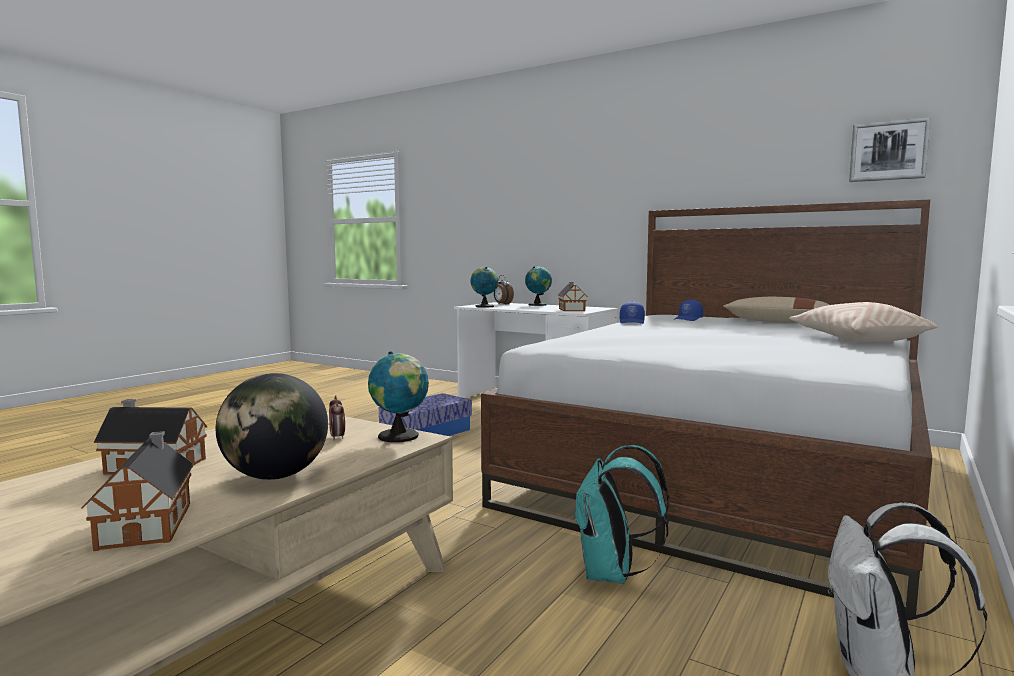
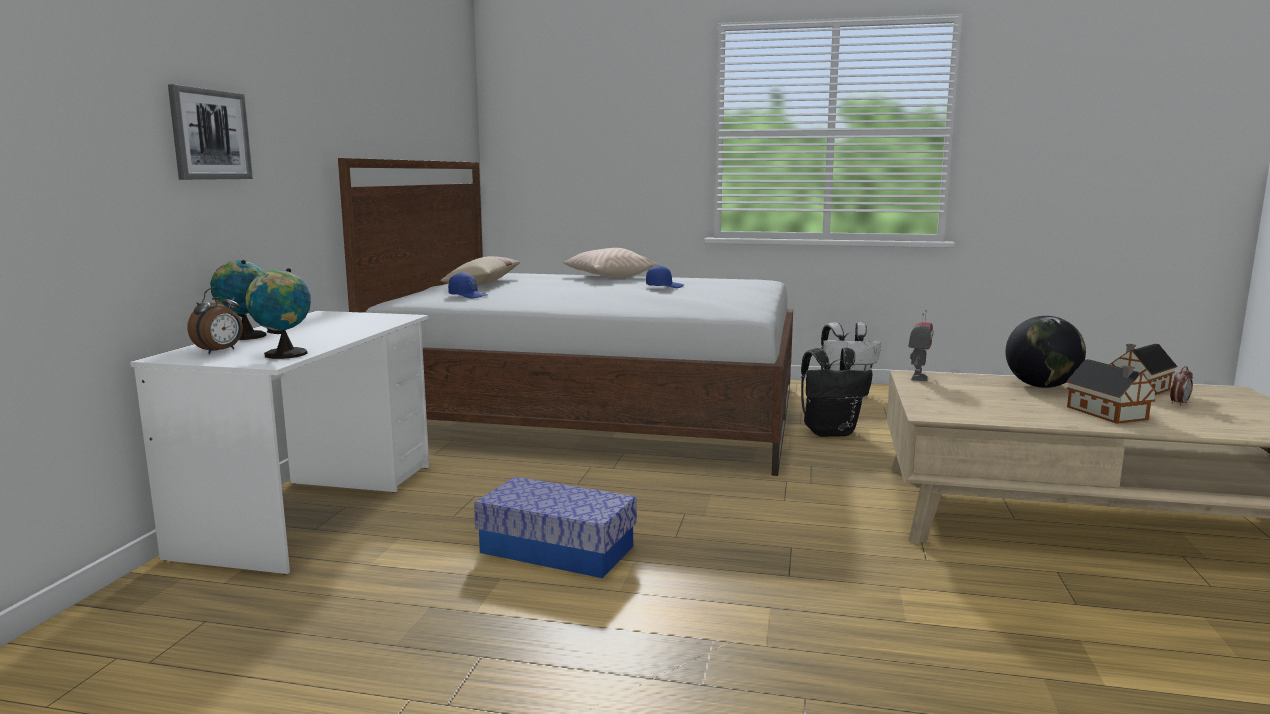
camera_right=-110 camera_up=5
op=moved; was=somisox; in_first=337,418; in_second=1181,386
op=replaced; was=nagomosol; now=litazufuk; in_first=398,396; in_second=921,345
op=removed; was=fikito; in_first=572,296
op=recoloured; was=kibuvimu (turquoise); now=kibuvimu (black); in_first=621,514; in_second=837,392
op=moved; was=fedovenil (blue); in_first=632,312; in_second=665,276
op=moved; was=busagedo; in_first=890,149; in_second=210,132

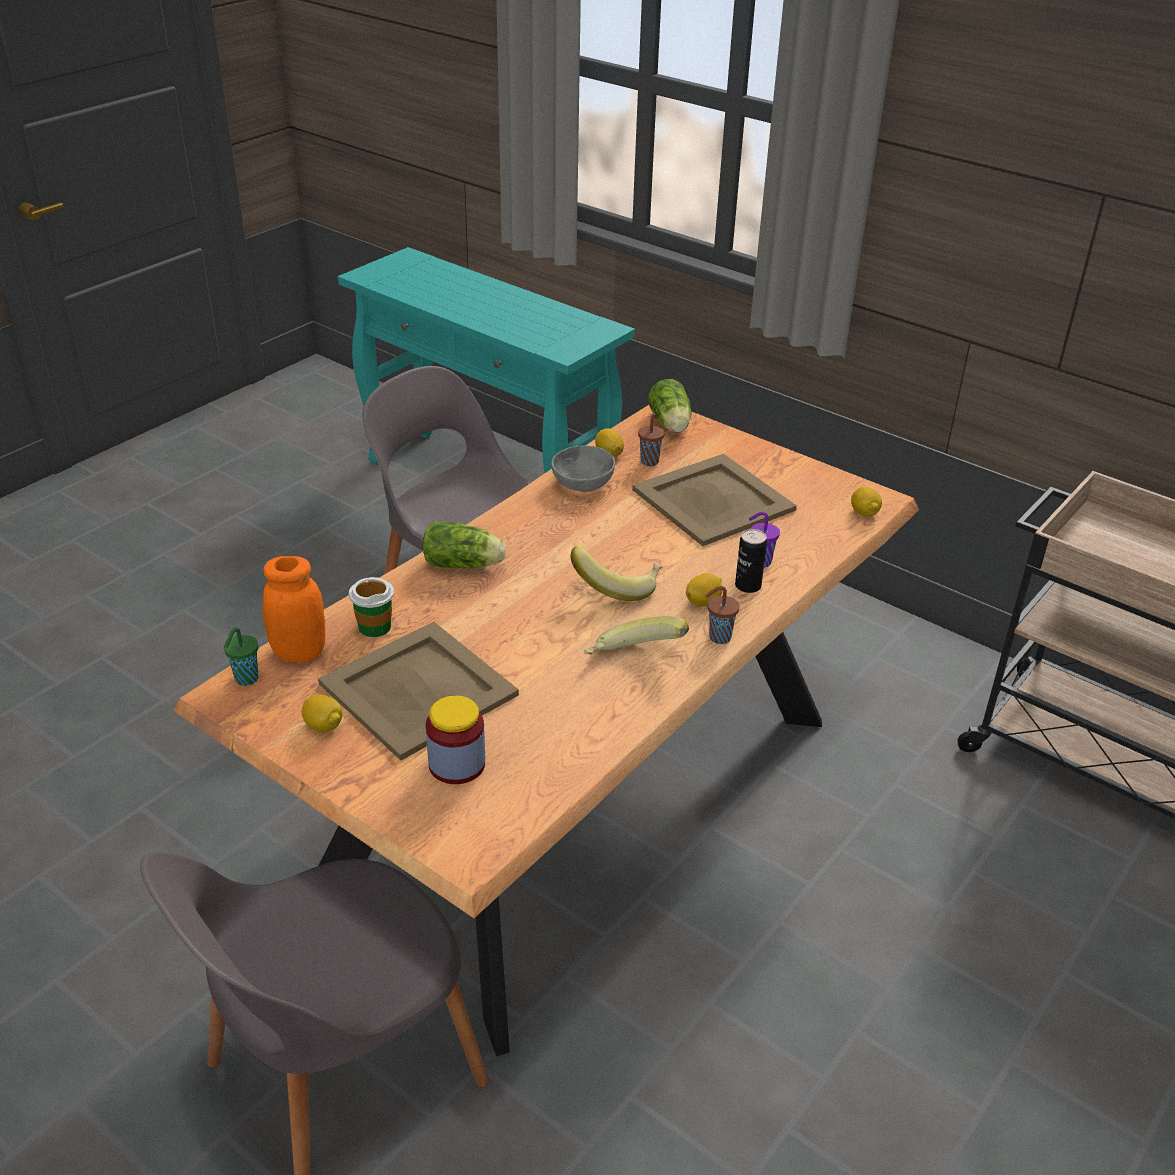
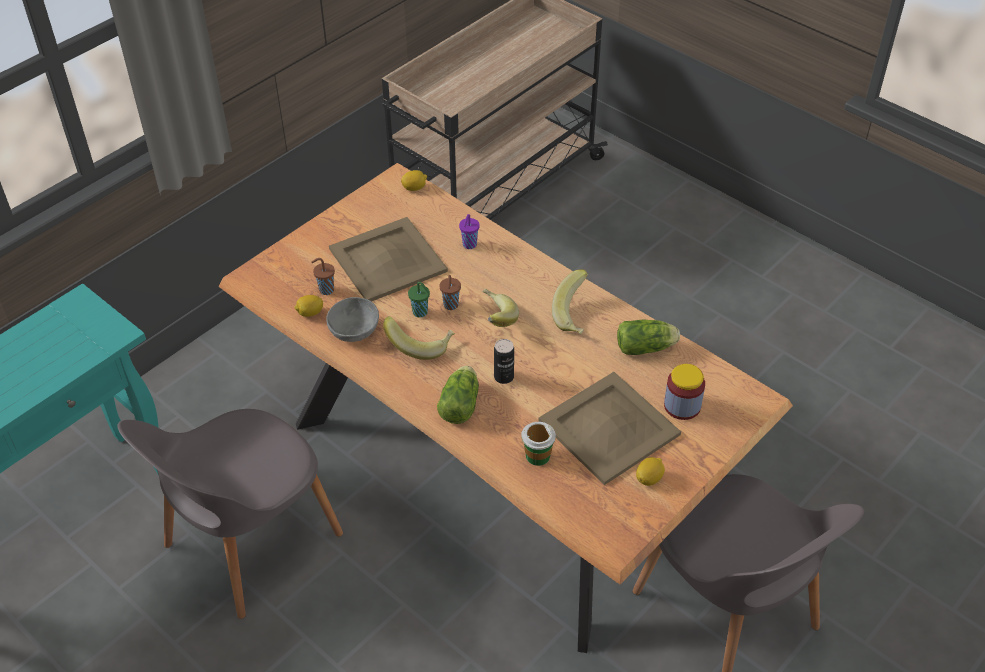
camera_right=-85 camera_up=10
op=moved; was=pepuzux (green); in_first=241,656; in_second=419,300
op=removed; was=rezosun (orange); in_first=294,609
op=moved; was=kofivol; in_first=670,406; in_second=648,337
op=removed; was=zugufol; in_first=704,590
op=moved; was=pepuzux (brown); in_first=722,615; in_second=450,292
op=moved; was=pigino; in_first=751,561; in_second=504,361
op=added; now=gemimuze; in_second=419,338

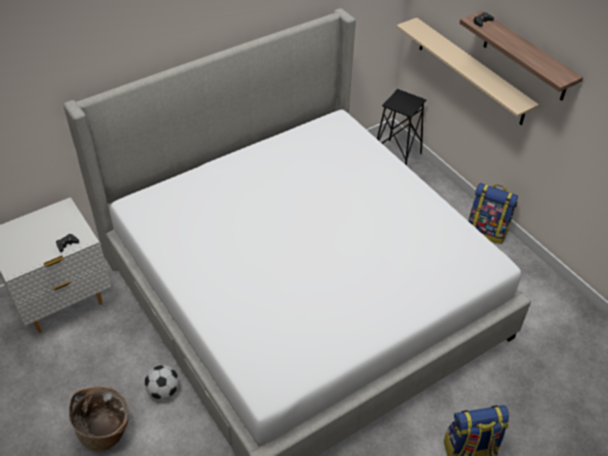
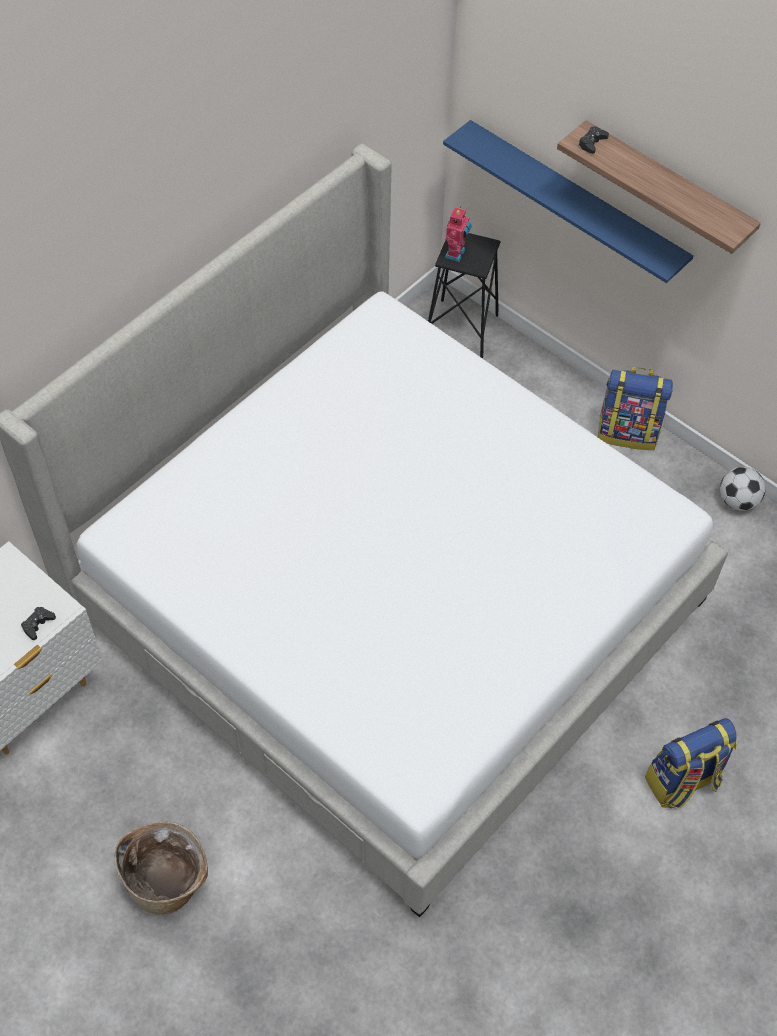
camera_right=-15 camera_up=10
op=moved; was=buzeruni; in_first=162,382; in_second=743,489
op=recoloured; was=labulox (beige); now=labulox (blue); in_first=467,71; in_second=568,201
op=added; now=litazufuk; in_second=457,234

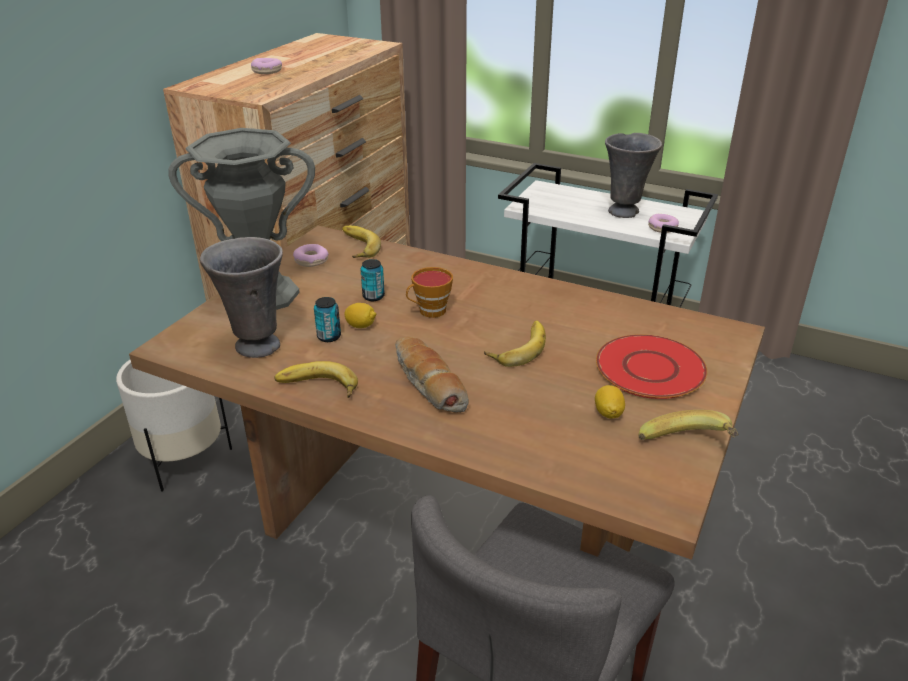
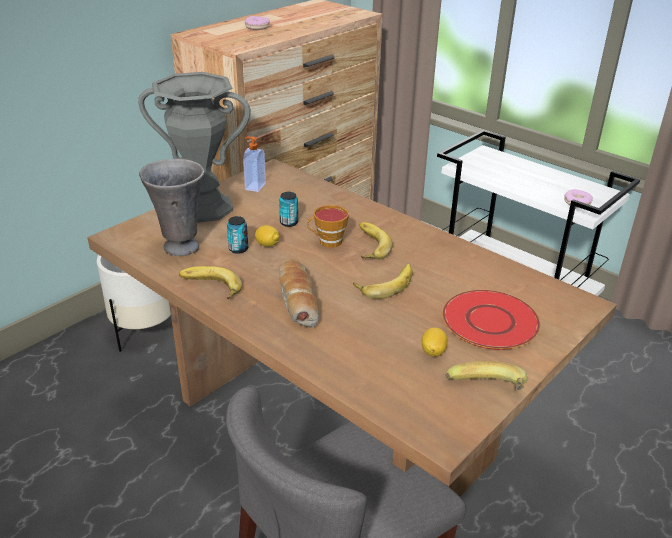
camera_right=15 camera_up=0
op=replaced; was=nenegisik; now=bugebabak; in_first=311,255; in_second=254,164
op=moved; was=gemimuze; in_first=361,242; in_second=376,241
op=removed; was=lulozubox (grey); in_first=633,175

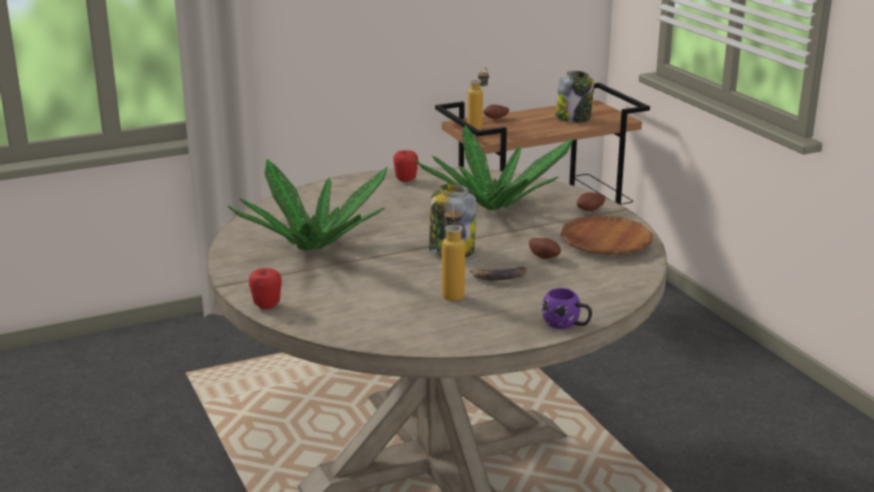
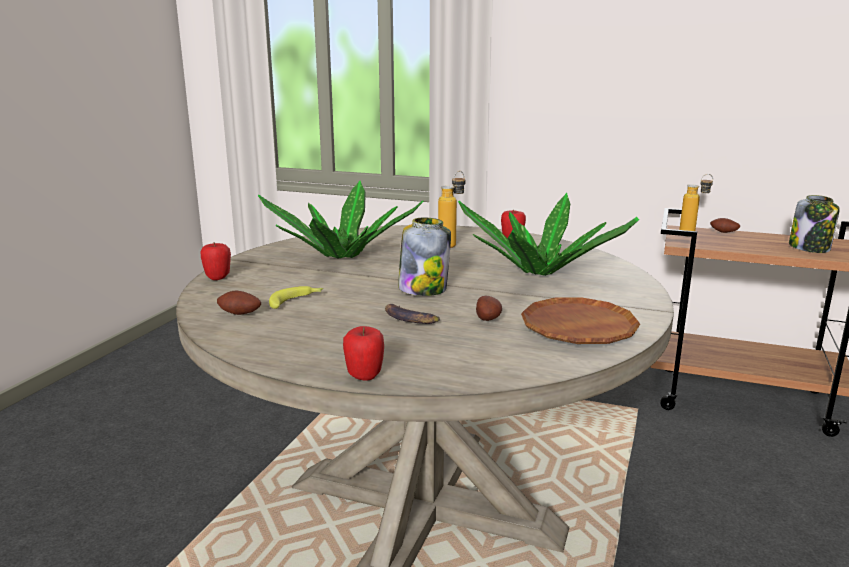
camera_right=45 camera_up=-5
op=moved; was=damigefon; in_first=453,252; in_second=452,209
op=replaced; was=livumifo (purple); now=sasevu; in_first=567,308; in_second=363,353
op=moved; was=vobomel; in_first=591,201; in_second=239,302
op=added; now=gemimuze; in_second=296,297

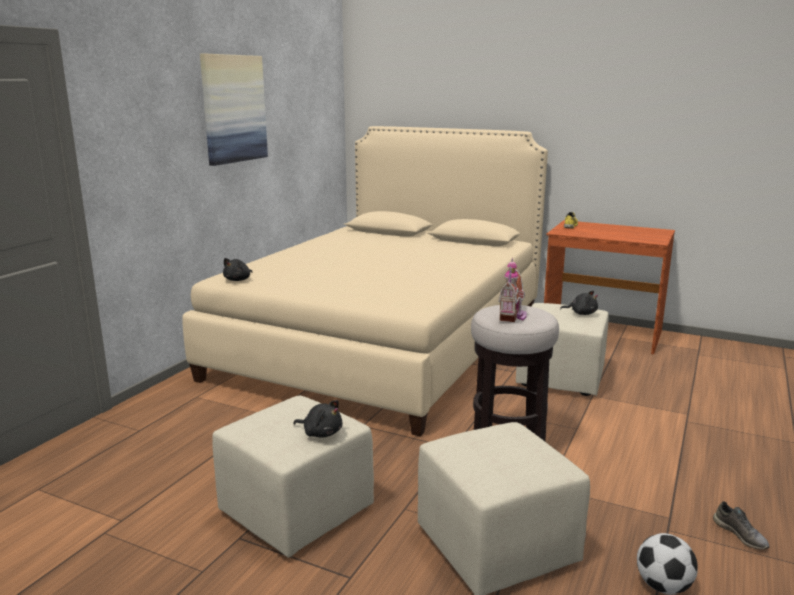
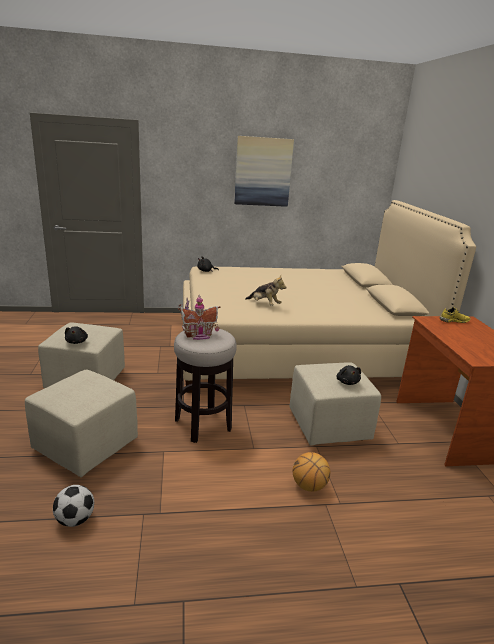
camera_right=55 camera_up=5
op=removed; was=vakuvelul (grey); in_first=741,525
op=added; now=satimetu; in_second=266,291
op=added; now=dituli; in_second=311,472

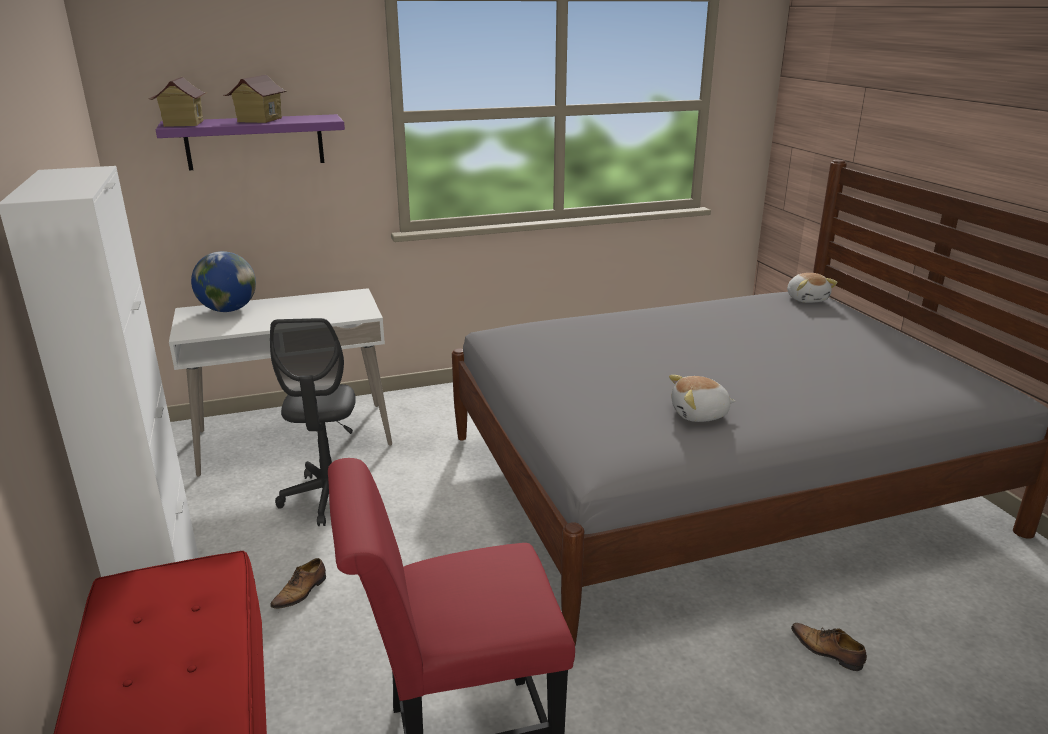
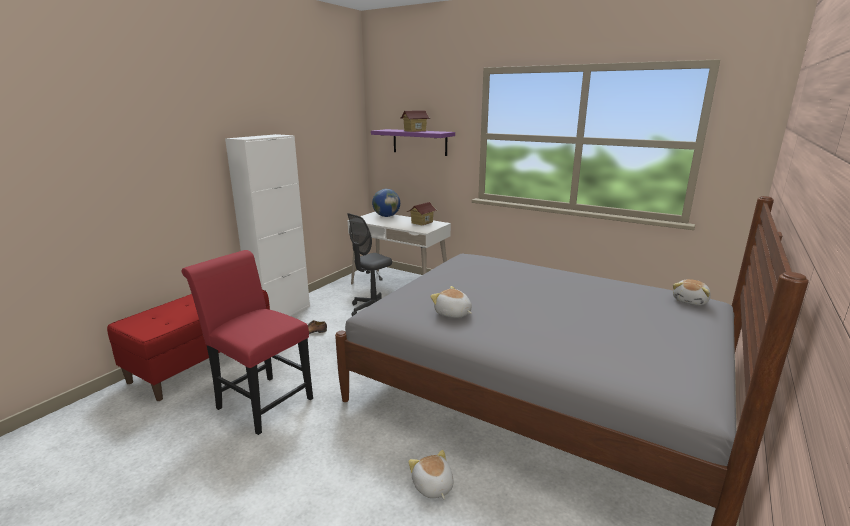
camera_right=50 camera_up=-5
op=moved; was=fikito; in_first=178,102; in_second=422,213
op=replaced; was=vakuvelul; now=satimetu; in_first=829,647; in_second=430,474

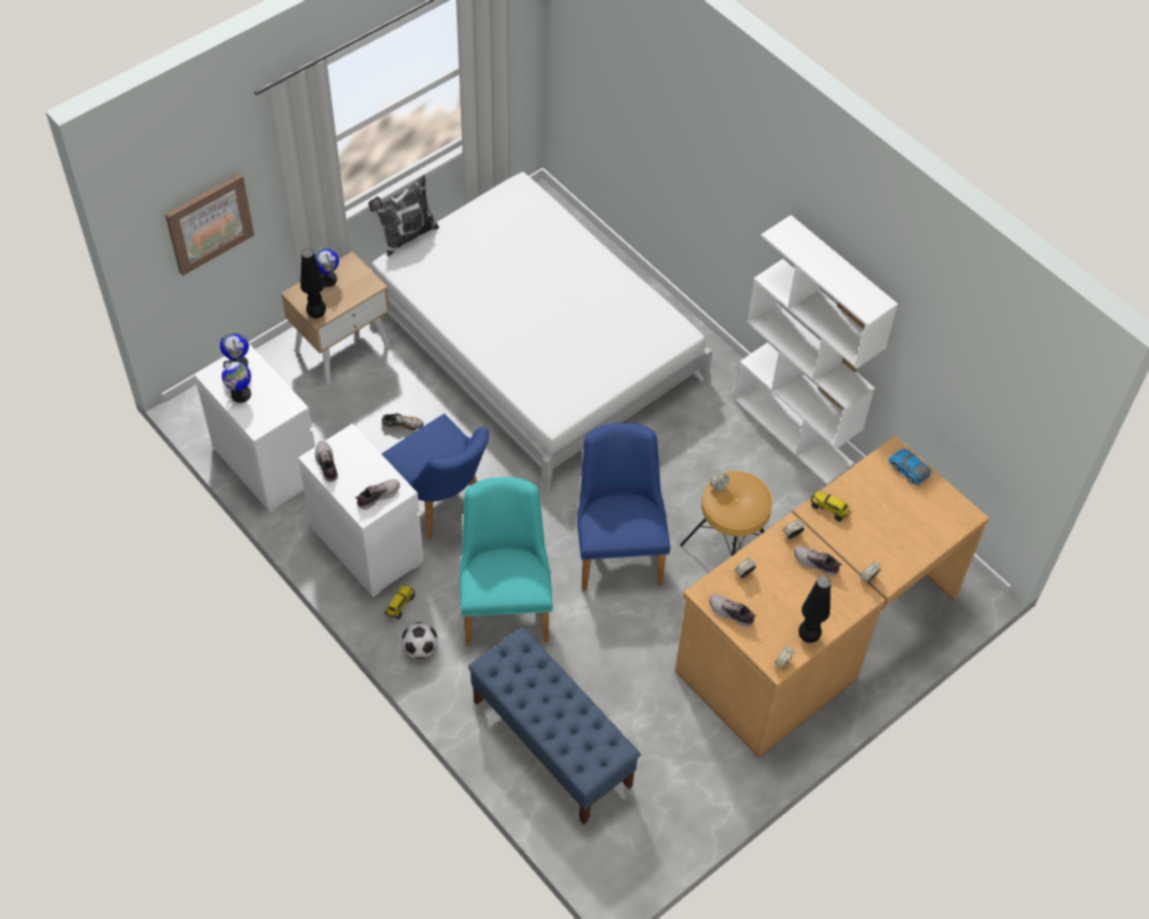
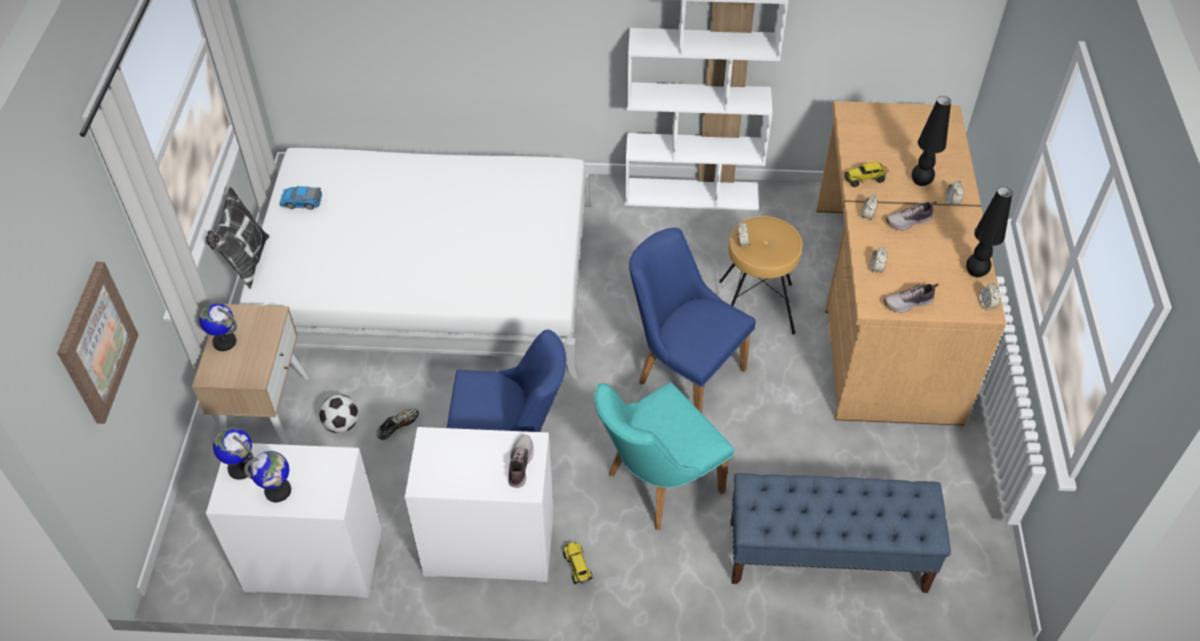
camera_right=-45 camera_up=-5
op=moved; was=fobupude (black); in_first=313,283; in_second=931,141
op=removed; was=vakuvelul; in_first=326,461
op=moved; was=buzeruni; in_first=420,640; in_second=339,414
op=turned; was=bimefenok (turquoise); in_first=506,561; in_second=664,456; clockwise=-75
op=moved; was=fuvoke; in_first=909,467; in_second=301,198

